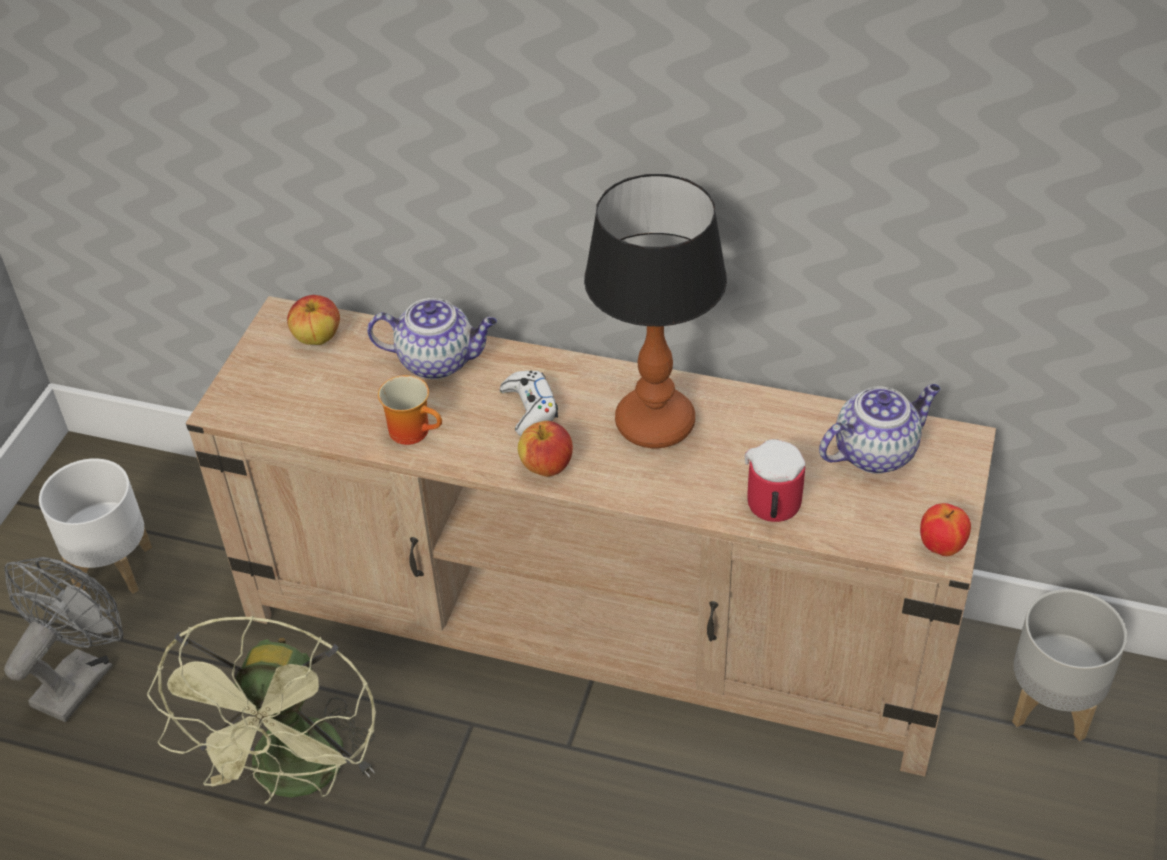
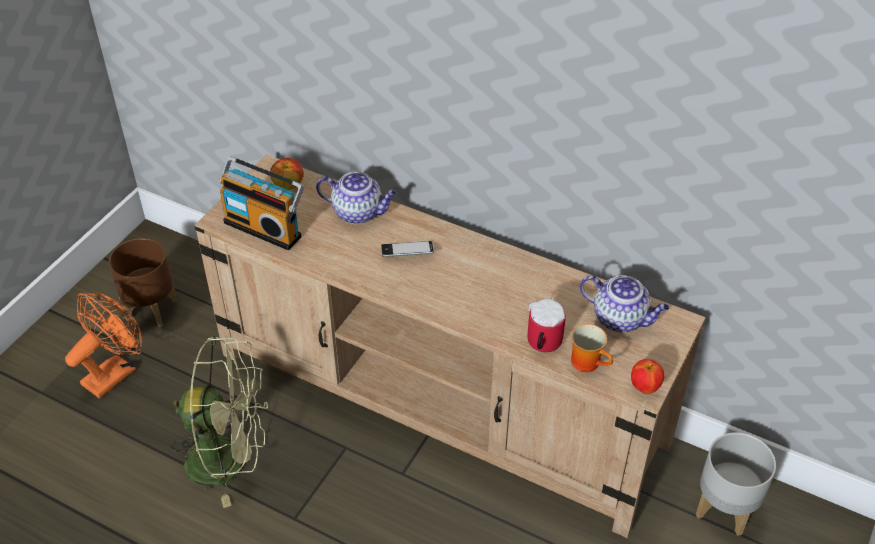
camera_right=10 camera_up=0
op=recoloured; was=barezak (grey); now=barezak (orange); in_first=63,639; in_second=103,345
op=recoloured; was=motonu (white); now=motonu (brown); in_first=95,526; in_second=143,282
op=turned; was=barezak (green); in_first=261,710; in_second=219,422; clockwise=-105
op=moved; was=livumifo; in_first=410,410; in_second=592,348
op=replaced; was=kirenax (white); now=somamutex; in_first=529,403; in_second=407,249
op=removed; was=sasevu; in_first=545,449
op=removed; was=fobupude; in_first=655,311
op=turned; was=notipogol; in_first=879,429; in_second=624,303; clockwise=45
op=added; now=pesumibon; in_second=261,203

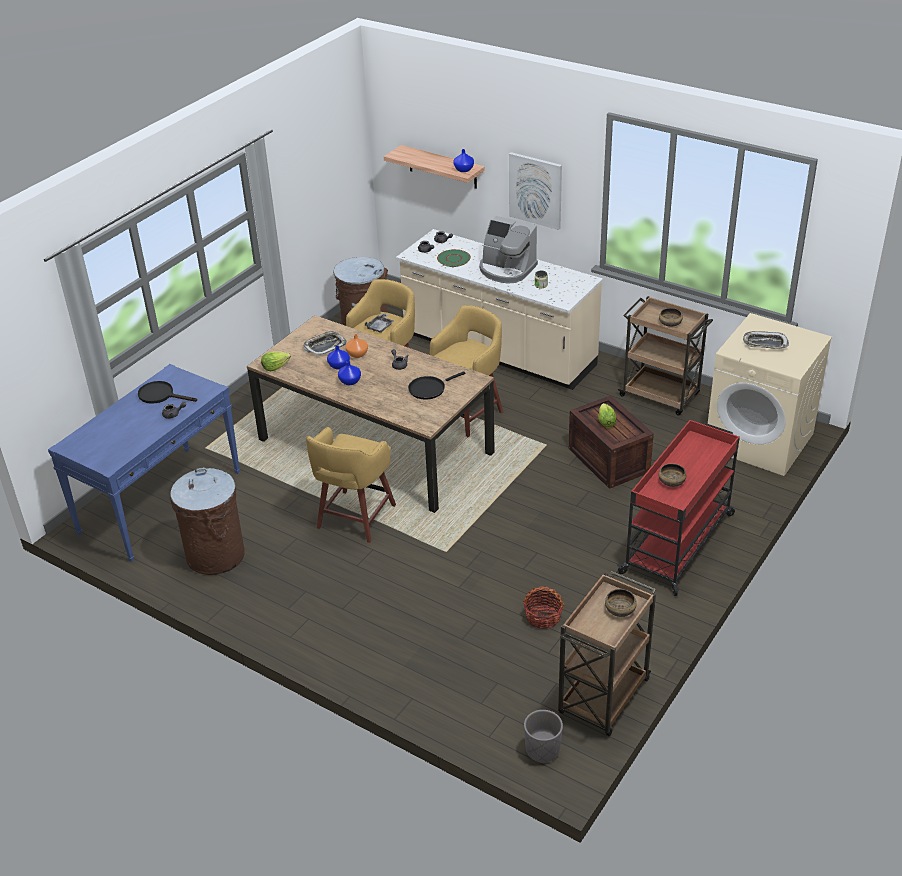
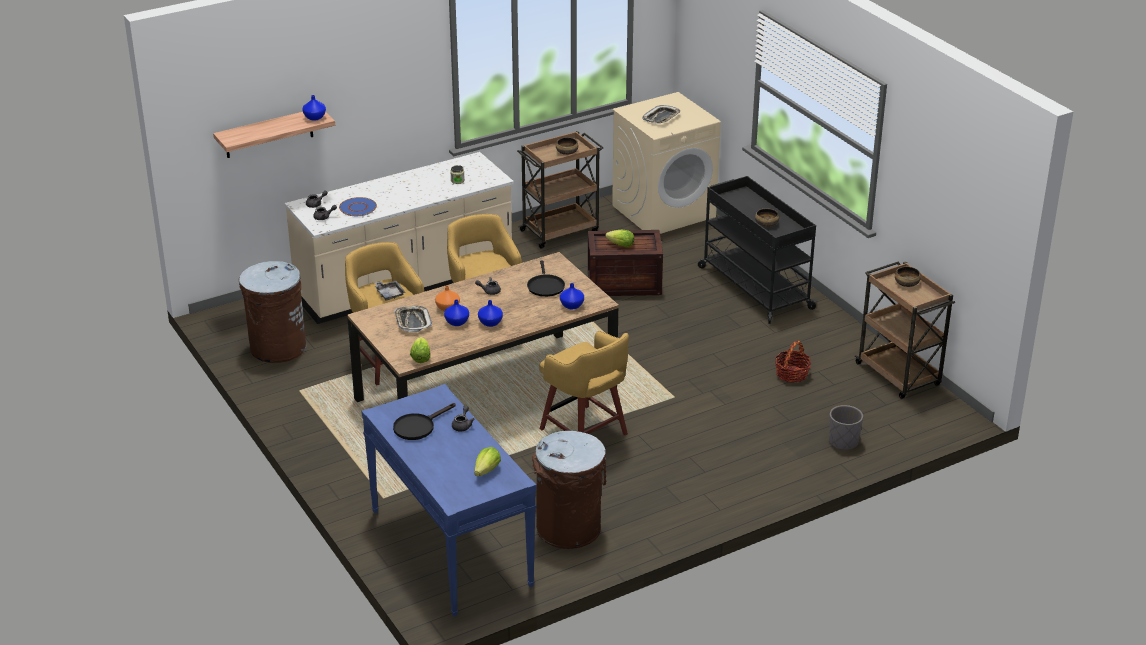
camera_right=-65 camera_up=-5
op=recoloured; was=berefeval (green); now=berefeval (blue); in_first=454,258; in_second=358,206
op=removed; was=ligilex; in_first=509,249
op=removed; was=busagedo; in_first=535,191
op=moved; was=motonu (grey); in_first=543,737; in_second=846,427
op=recoloured; was=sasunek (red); now=sasunek (black); in_first=678,508; in_second=758,250
op=added; now=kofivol; in_second=487,461
op=added; now=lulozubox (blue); in_second=572,296

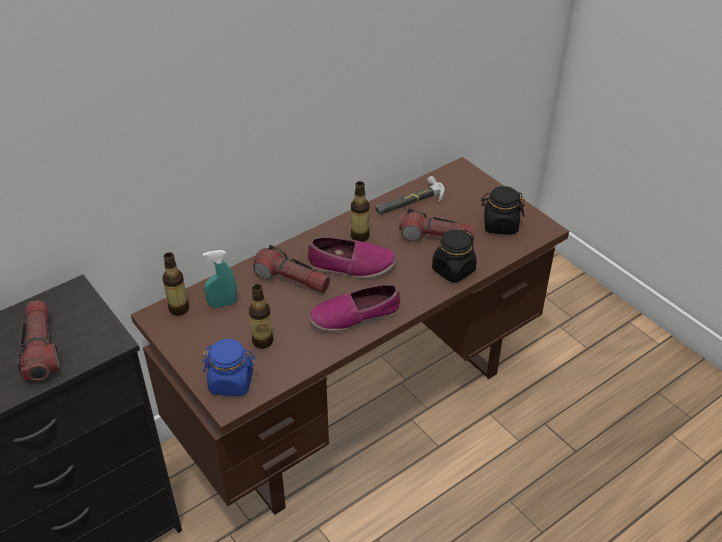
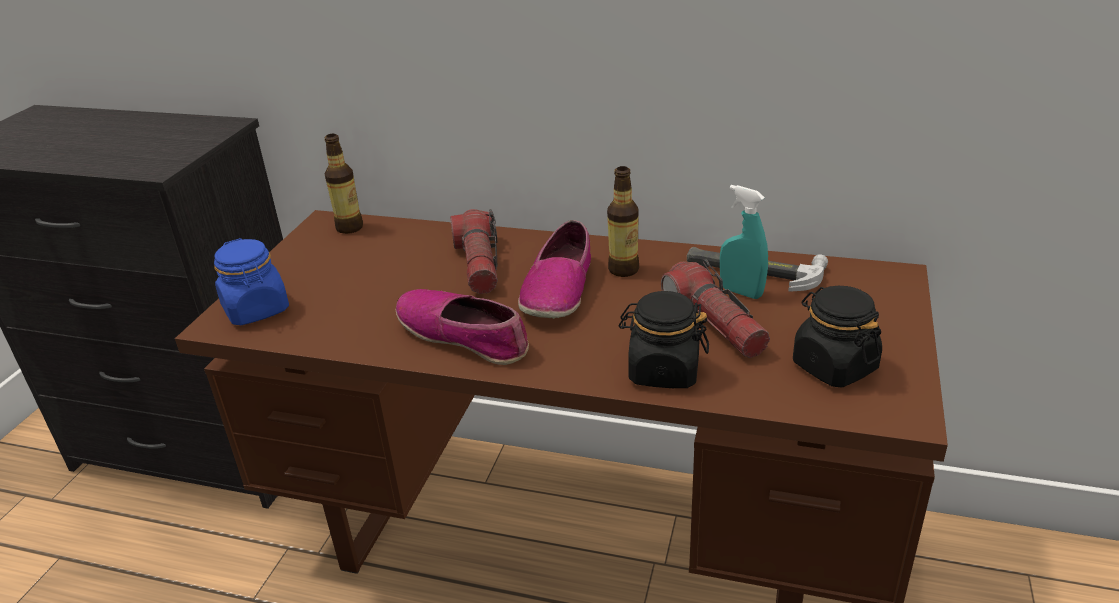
camera_right=55 camera_up=-10
op=removed; was=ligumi; in_first=38,340
op=moved; was=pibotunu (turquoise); in_first=220,279; in_second=744,242
op=removed; was=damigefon; in_first=261,316
op=turned; was=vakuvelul; in_first=352,258; in_second=554,269; clockwise=45

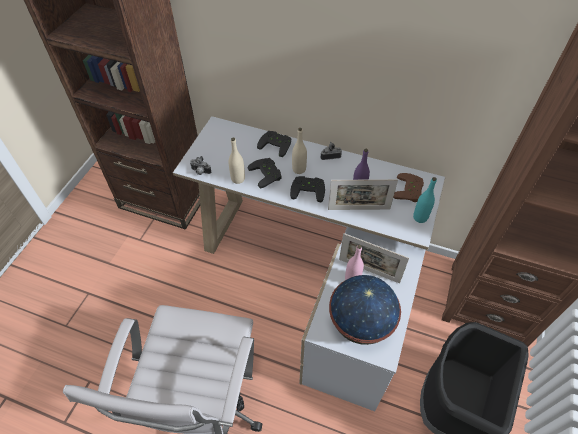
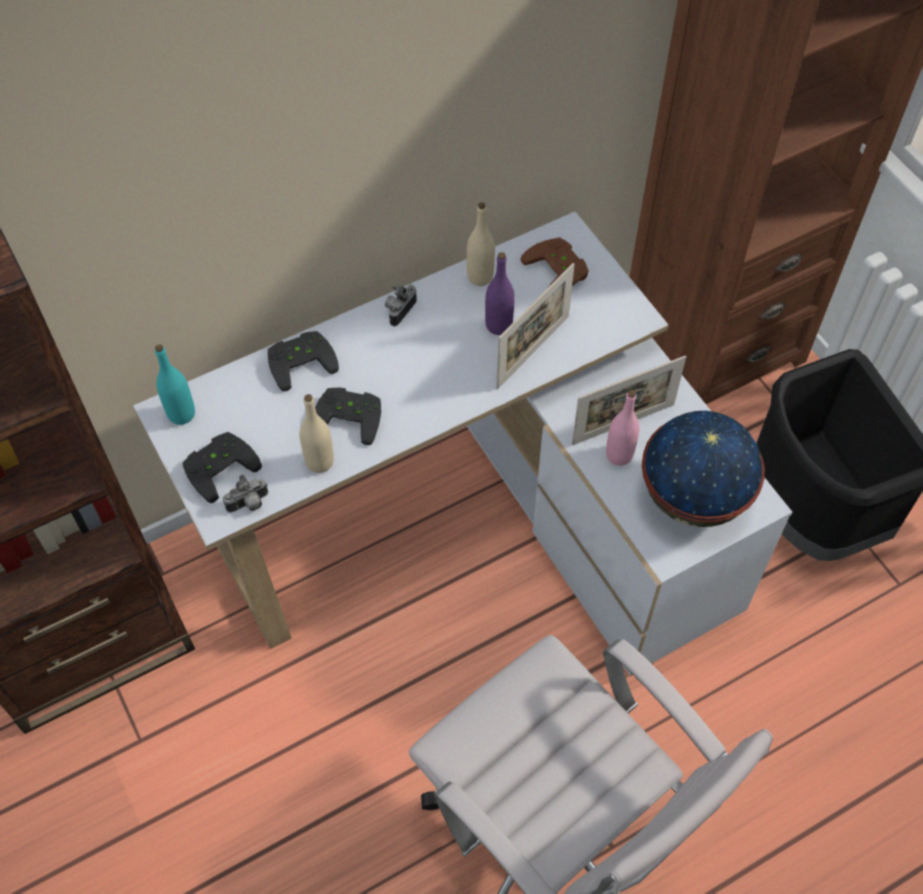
camera_right=-50 camera_up=5
op=moved; was=kirenax (black); in_first=307,189; in_second=222,467
op=moved; was=damigefon (beige); in_first=299,151; in_second=481,244
op=moved; was=damigefon (turquoise); in_first=425,200; in_second=175,384

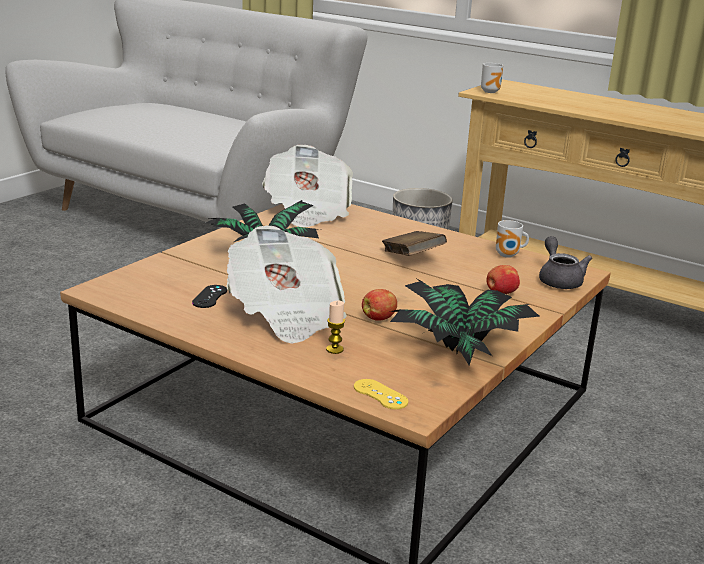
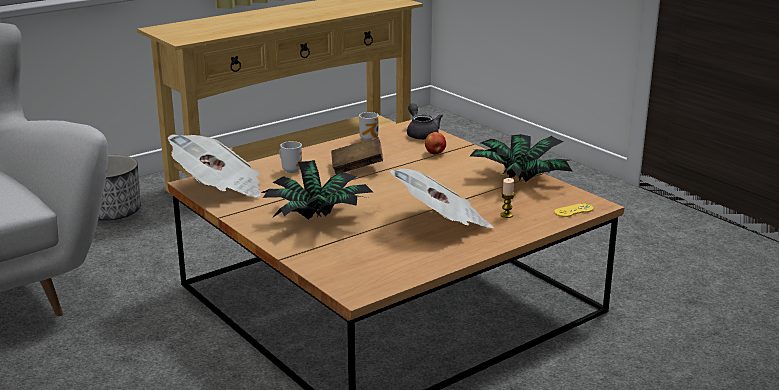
camera_right=-70 camera_up=0
op=removed; was=kirenax (black); in_first=209,296
op=removed; was=sasevu; in_first=379,305
op=moved; was=livumifo; in_first=492,78; in_second=290,157
op=turned; was=notipogol (grey); in_first=565,262; in_second=425,121; clockwise=60

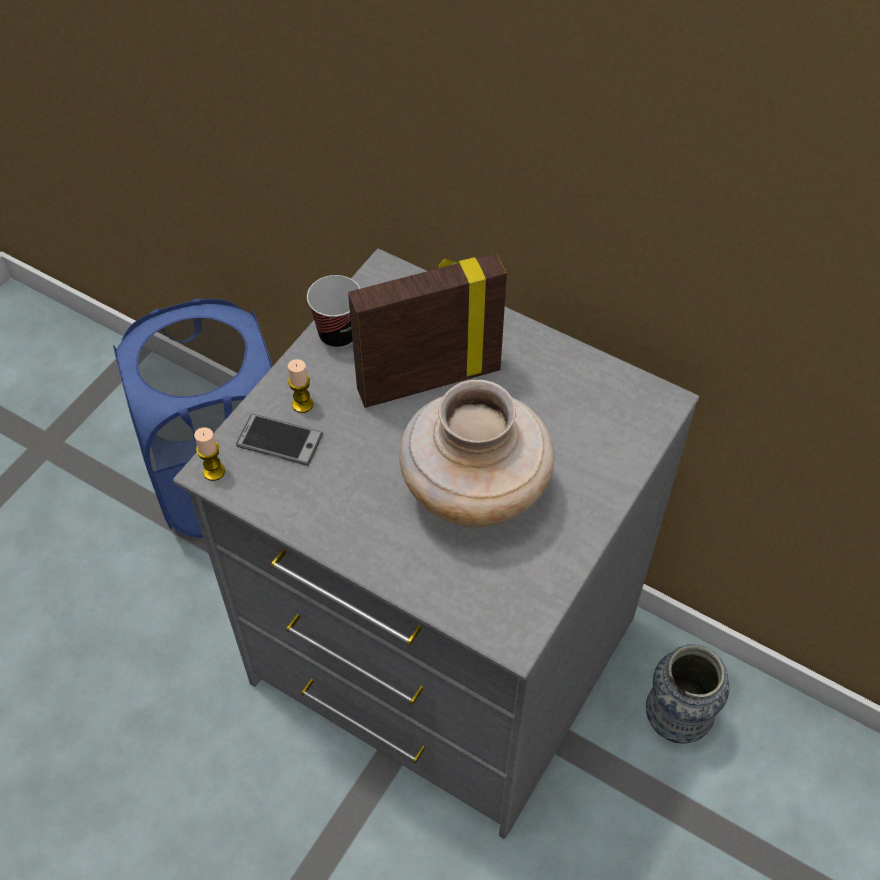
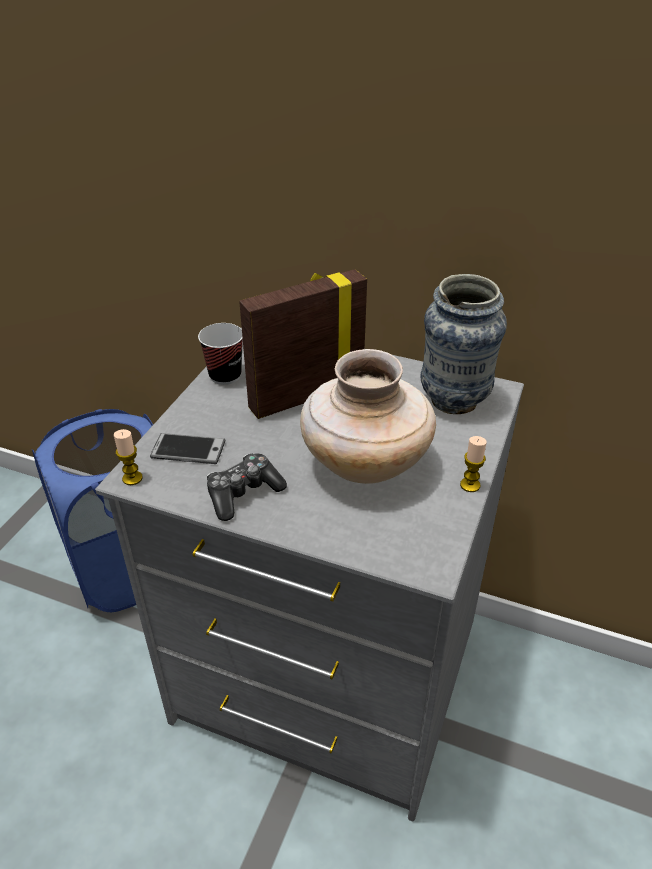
camera_right=-10 camera_up=-15
op=moved; was=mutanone; in_first=300,386; in_second=473,464
op=moved; was=lulozubox; in_first=688,694; in_second=463,344
op=added; now=kirenax; in_second=247,487

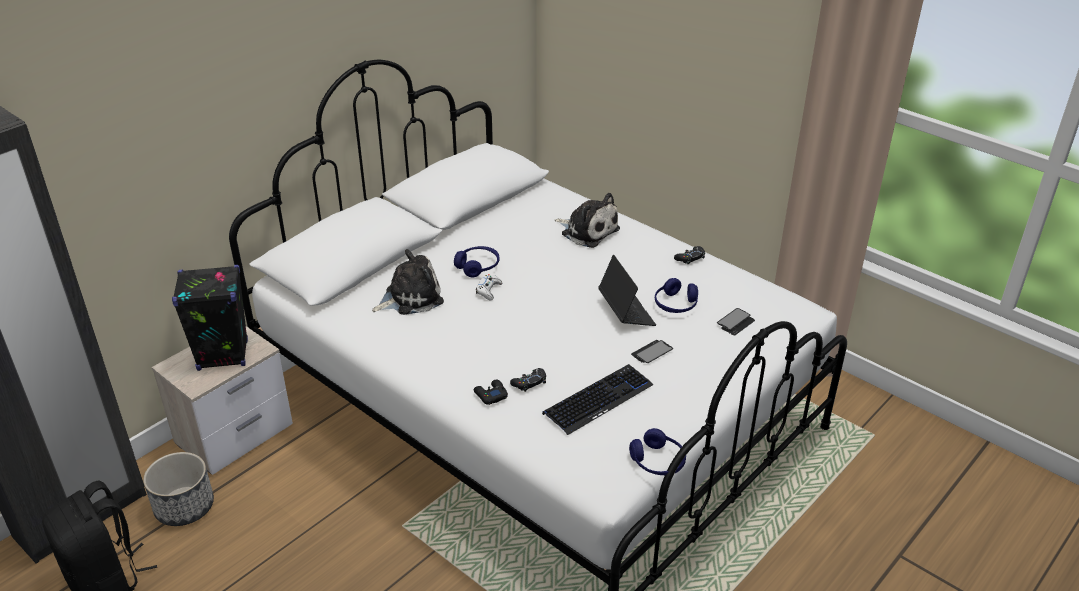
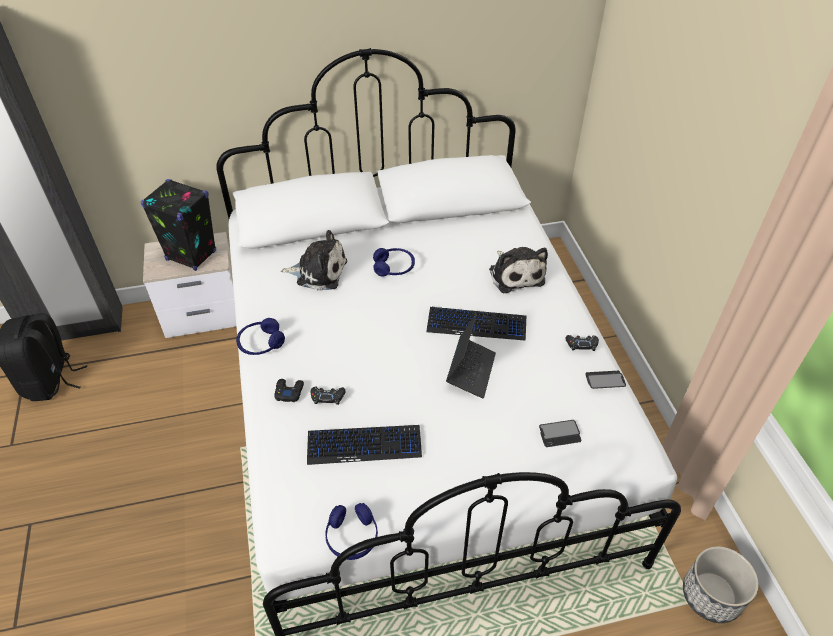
camera_right=35 camera_up=10
op=moved; was=motonu; in_first=178,489; in_second=721,584
op=removed; was=kirenax (white); in_first=489,287
op=moved; was=somamutex; in_first=652,351; in_second=606,380
op=moved; was=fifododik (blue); in_first=676,295; in_second=260,336
op=added; now=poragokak; in_second=476,324

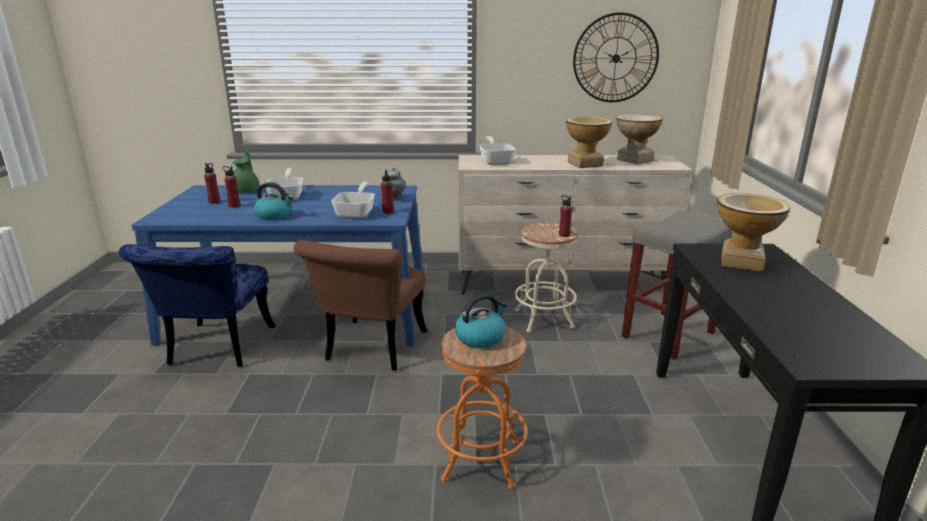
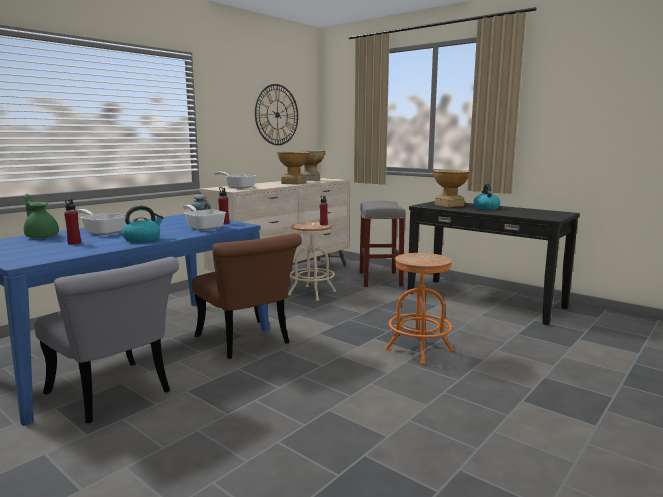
camera_right=-50 camera_up=-10
op=recoloured; was=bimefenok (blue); now=bimefenok (grey); in_first=197,305; in_second=106,340
op=removed; was=damigefon (red); in_first=212,183
op=moved; was=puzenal; in_first=481,320; in_second=486,197

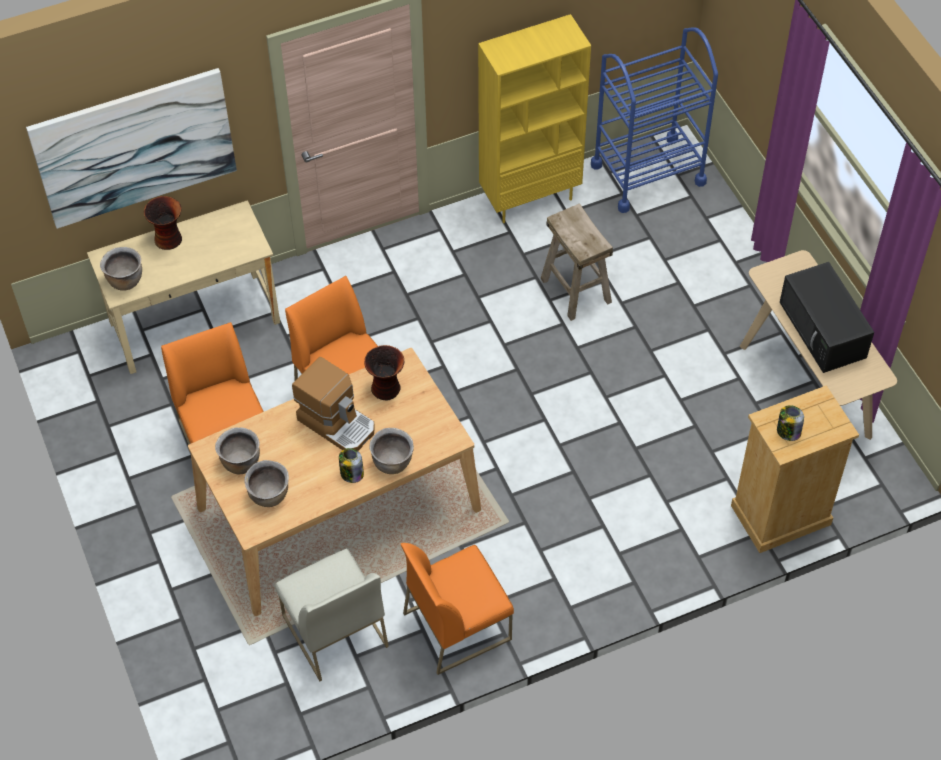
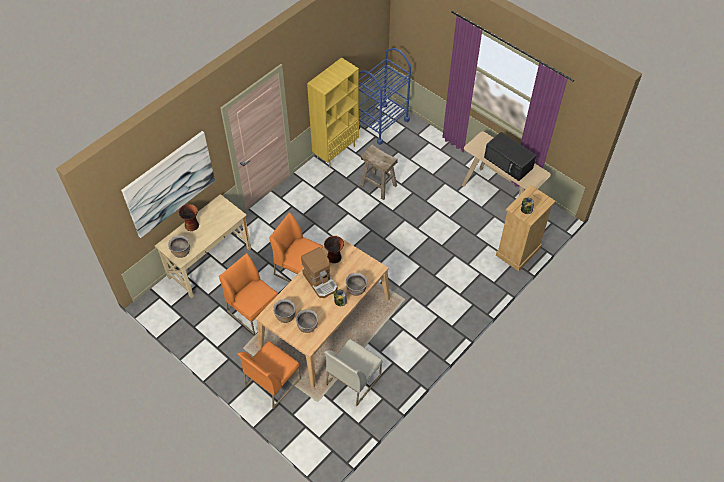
camera_right=-25 camera_up=0
op=turned; was=bimefenok (white); in_first=332,615; in_second=353,372; clockwise=90
op=turned; was=ligilex; in_first=333,404; in_second=319,272; clockwise=45
op=moved; was=bimefenok (orange); in_first=457,609; in_second=269,375

